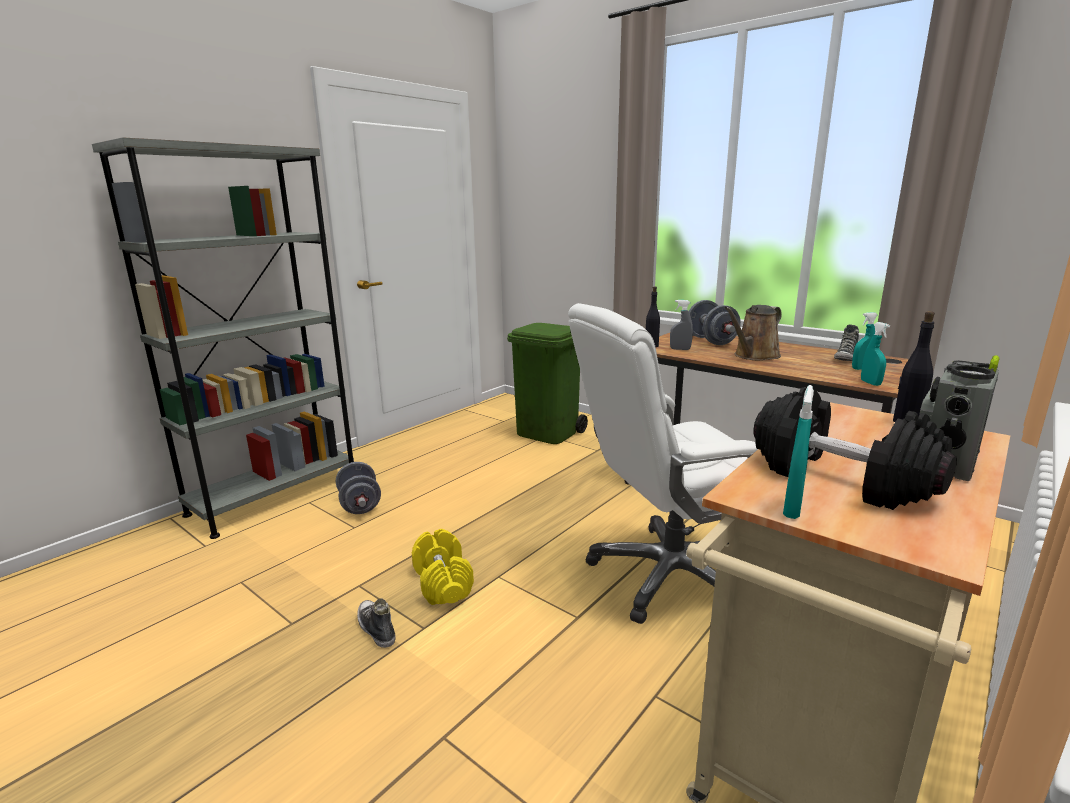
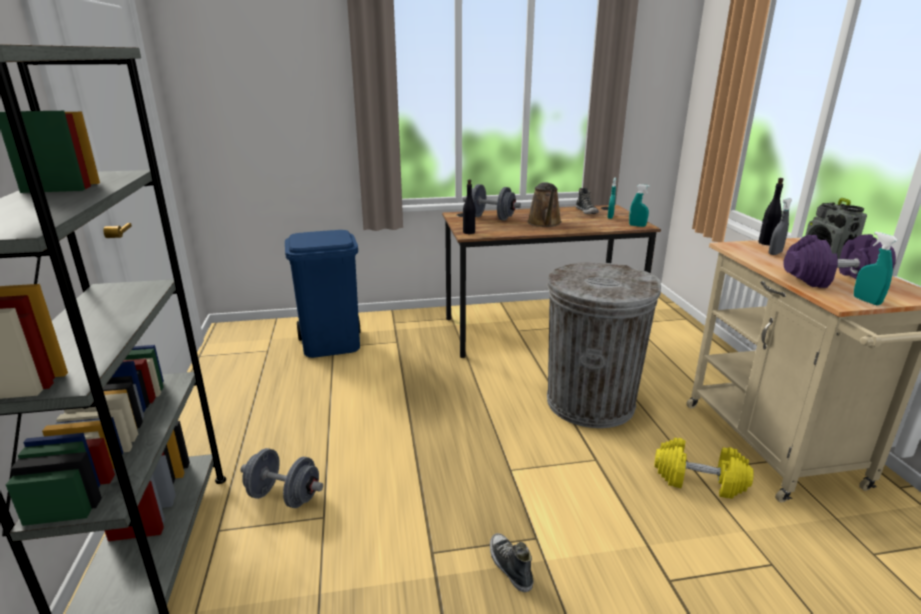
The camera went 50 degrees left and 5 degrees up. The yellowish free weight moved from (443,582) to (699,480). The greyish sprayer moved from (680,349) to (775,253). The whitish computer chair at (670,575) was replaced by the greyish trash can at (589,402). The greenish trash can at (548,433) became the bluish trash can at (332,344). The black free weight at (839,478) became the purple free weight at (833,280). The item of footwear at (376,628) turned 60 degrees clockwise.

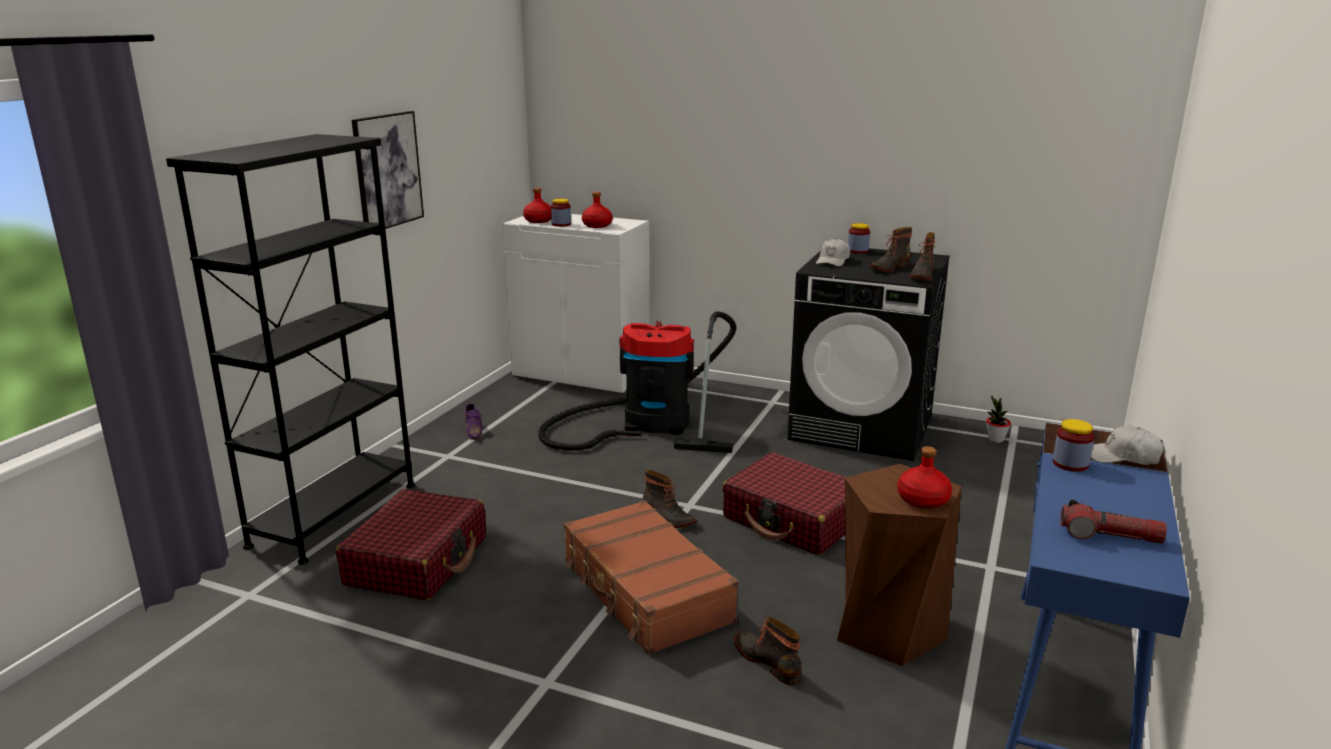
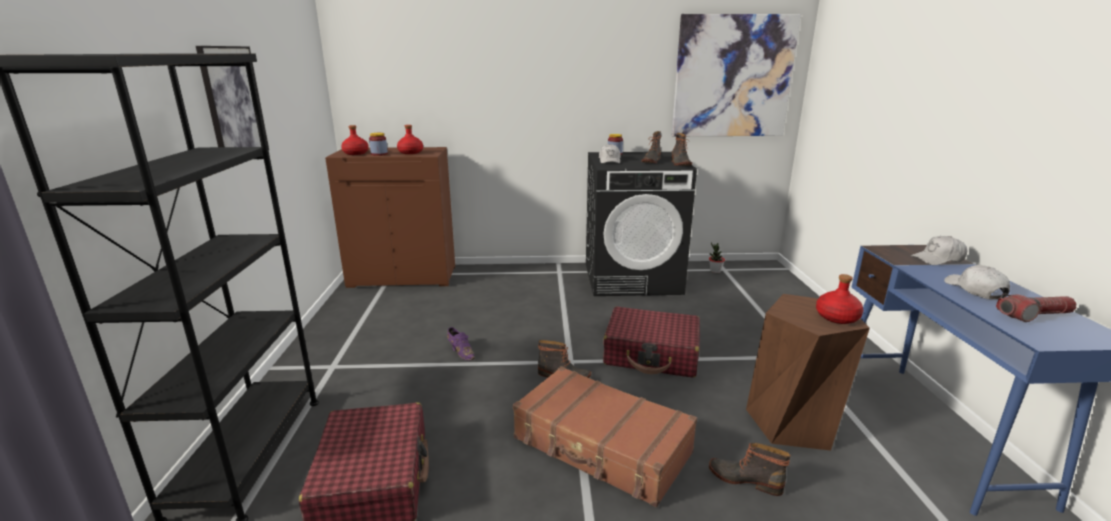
The camera went 25 degrees left and 0 degrees up. The vacuum at (648,424) disappeared. The storage jar at (1070,464) disappeared. The picture at (732,77) appeared. The whitish peaked cap at (974,290) appeared. The purple item of footwear moved from (474,431) to (461,352). The whitish cupboard at (582,375) became the brownish cupboard at (403,276).

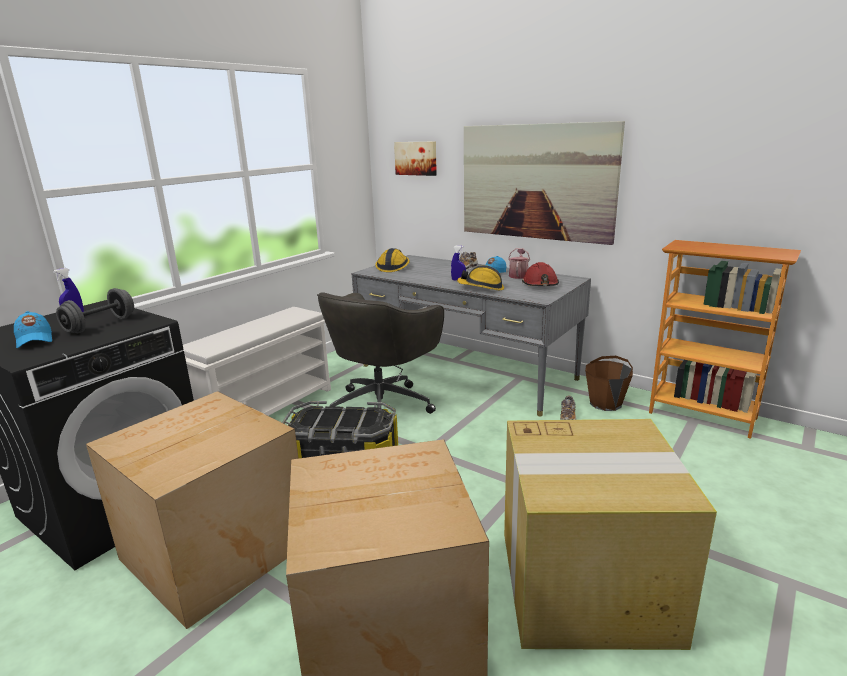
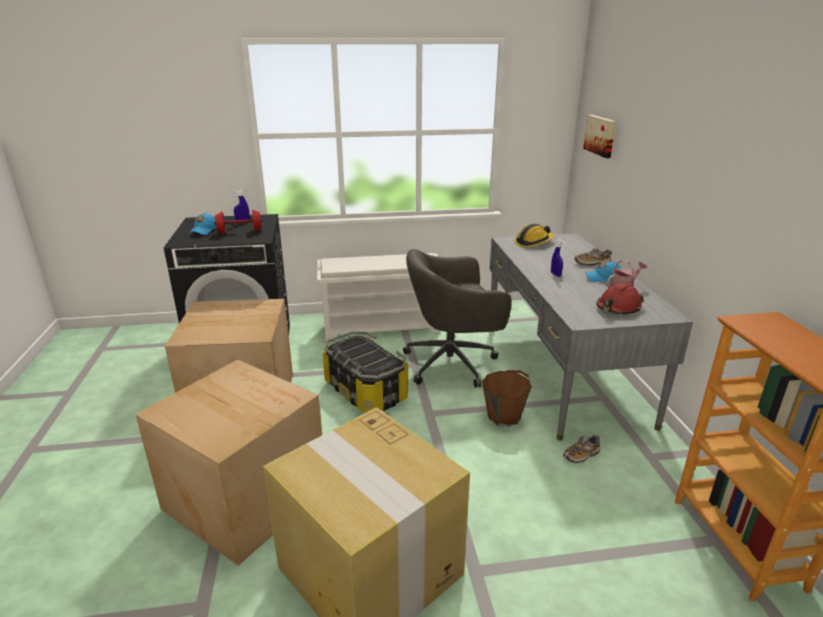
The camera went 45 degrees right and 5 degrees up. The work helmet at (481,288) disappeared. The picture at (536,182) disappeared. The brownish pail moved from (605,403) to (504,416). The greyish free weight at (100,325) became the red free weight at (240,231).

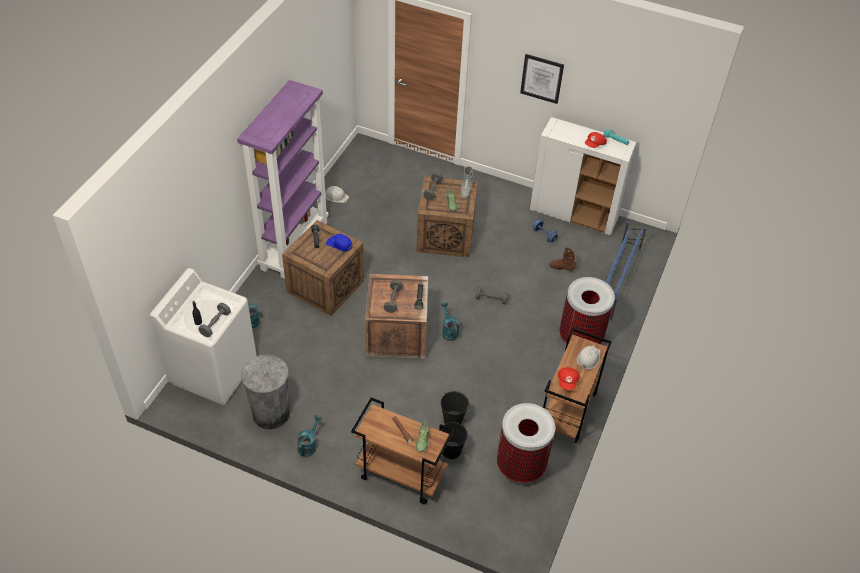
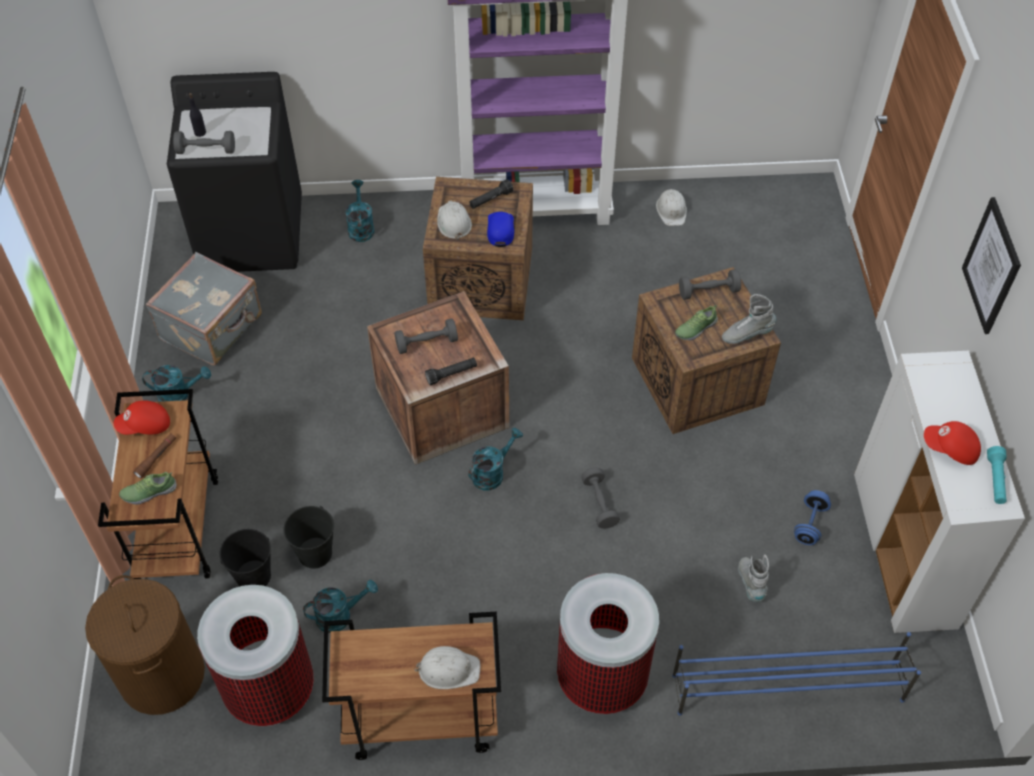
The camera went 65 degrees right and 5 degrees up. The brownish hamper at (161,675) appeared. The blue-green watering pot at (340,615) appeared. The whitish work helmet at (453,222) appeared. The red peaked cap moved from (567,381) to (145,426). The greyish trash can at (271,413) was replaced by the greyish piece of luggage at (213,328). The whitish washing machine at (214,371) became the black washing machine at (252,235). The brownish boot at (562,268) became the greyish boot at (751,583).

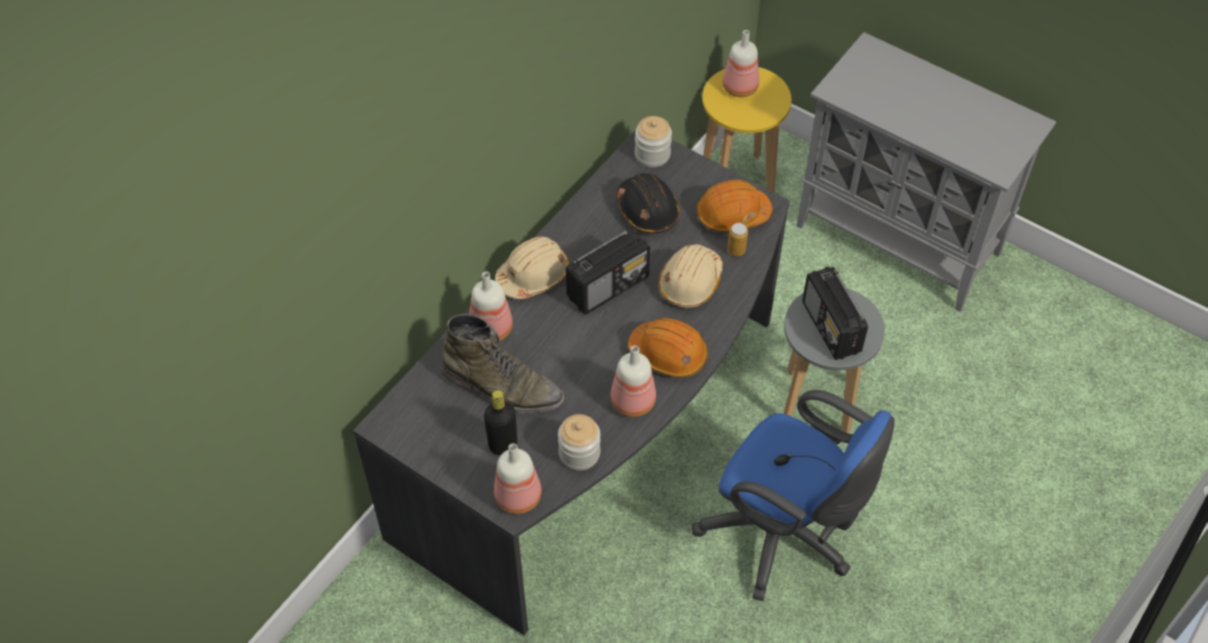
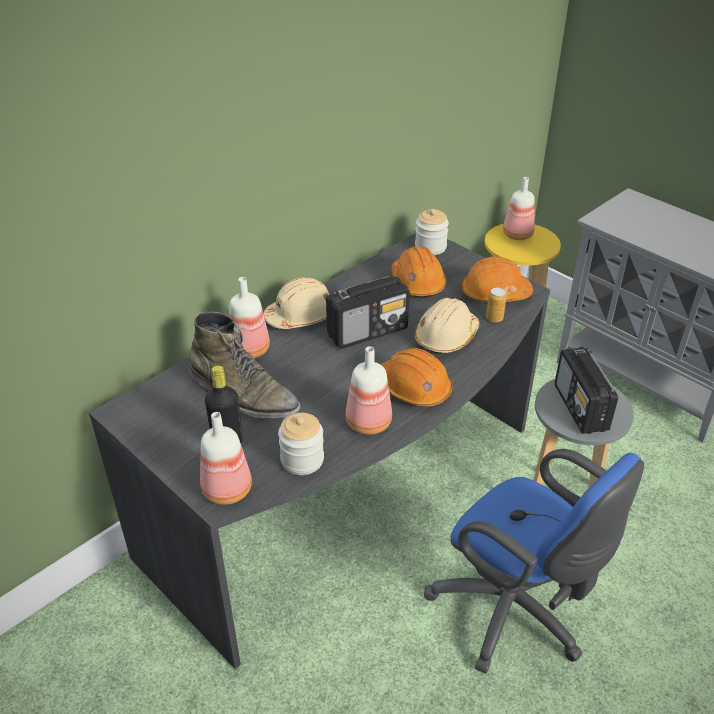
The camera went 10 degrees right and 15 degrees down. The black work helmet at (647,210) became the orangey work helmet at (417,283).

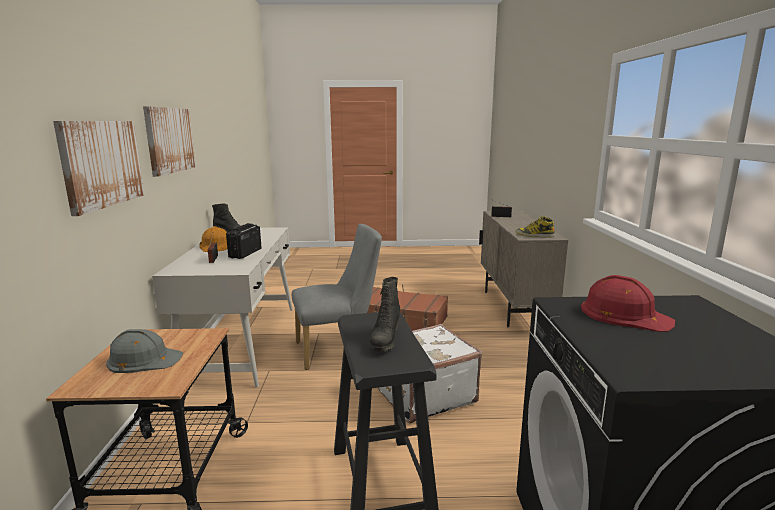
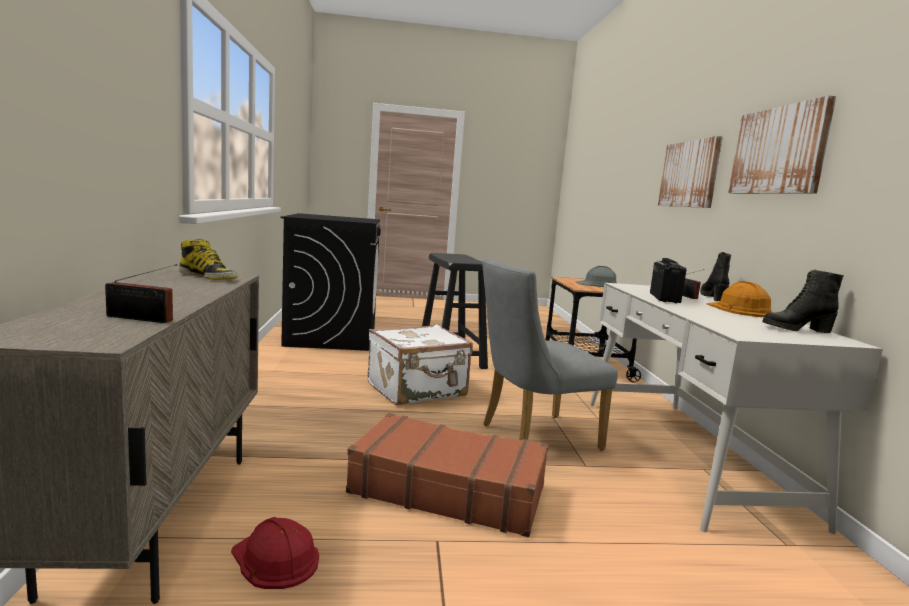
The camera went 175 degrees right and 5 degrees down. The black boot moved from (385,340) to (713,297). The red work helmet moved from (624,314) to (275,559).

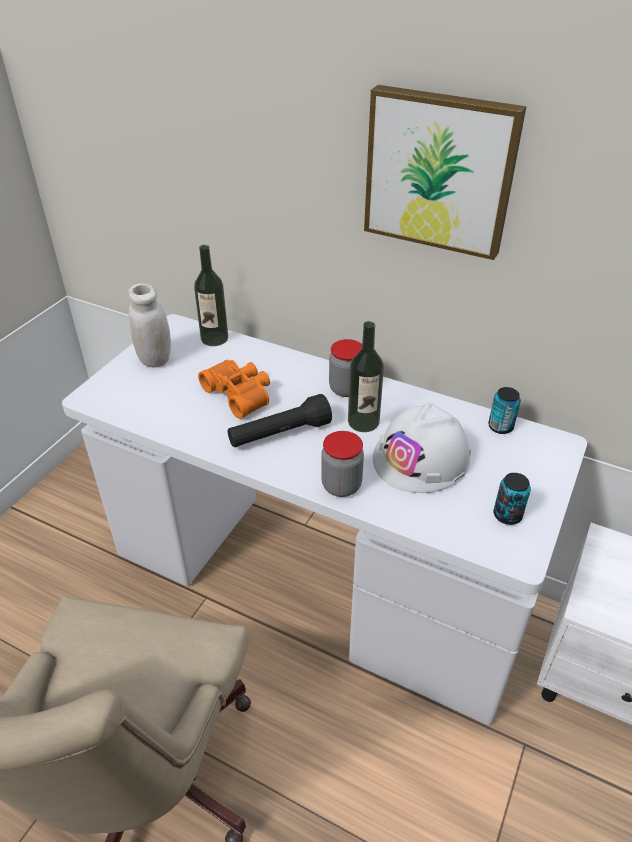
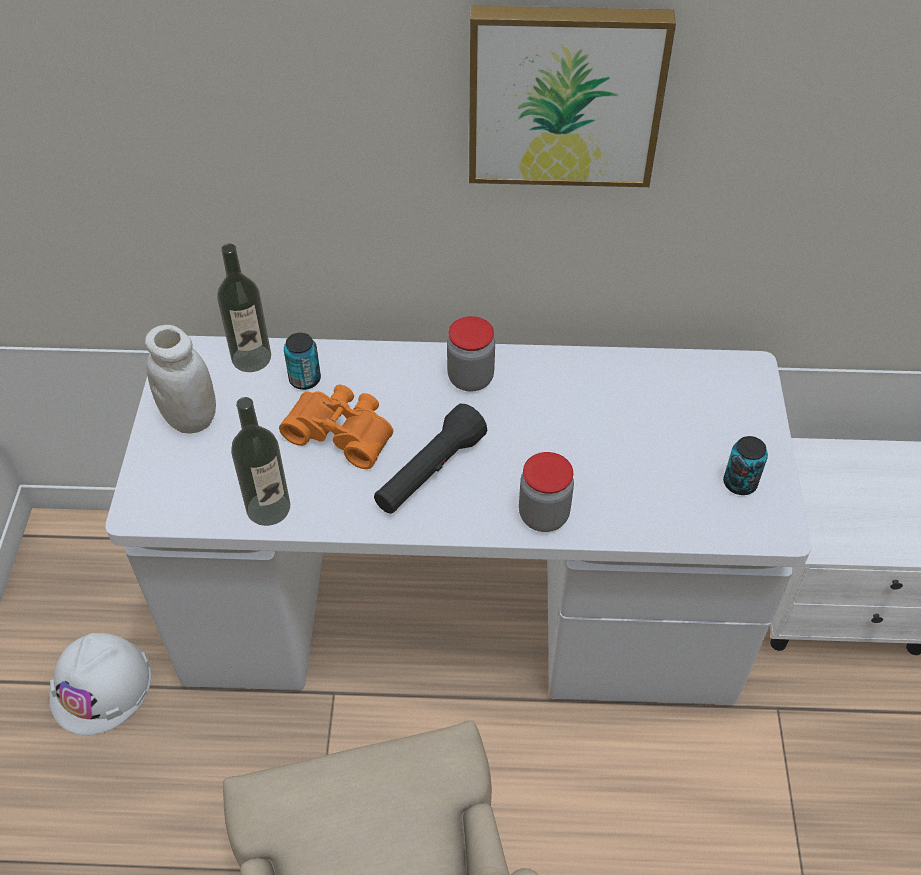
The camera went 25 degrees left and 10 degrees up. The beverage bottle moved from (363,422) to (268,508). The whitish work helmet moved from (421,458) to (101,686). The sealed can moved from (500,427) to (305,379).

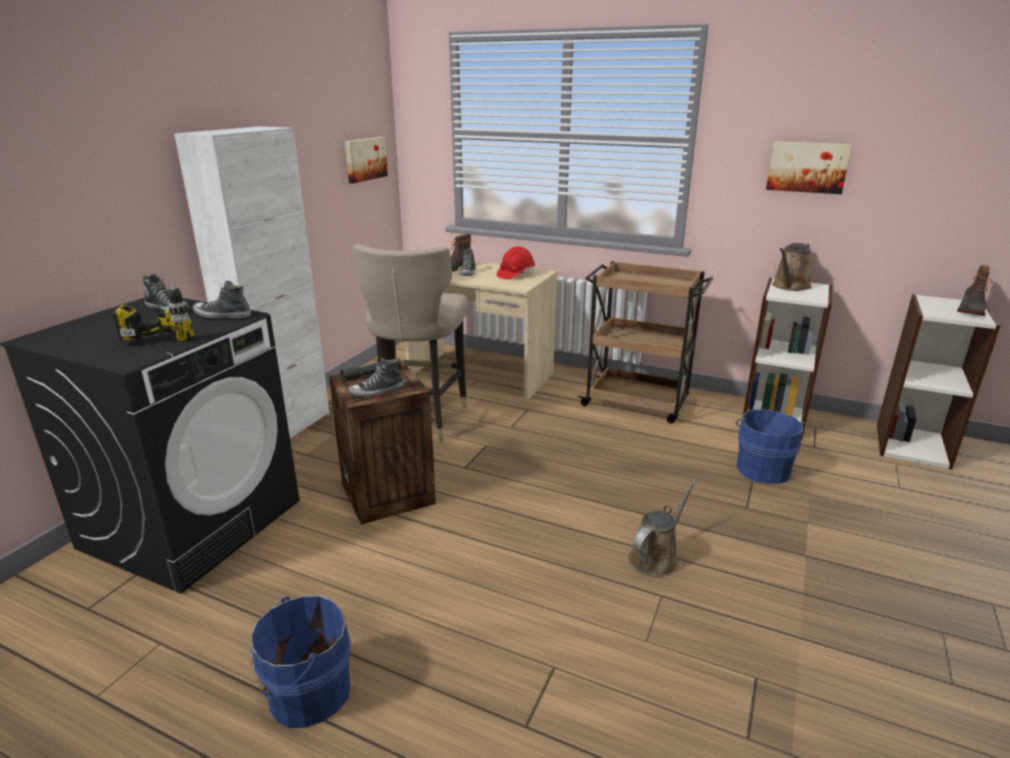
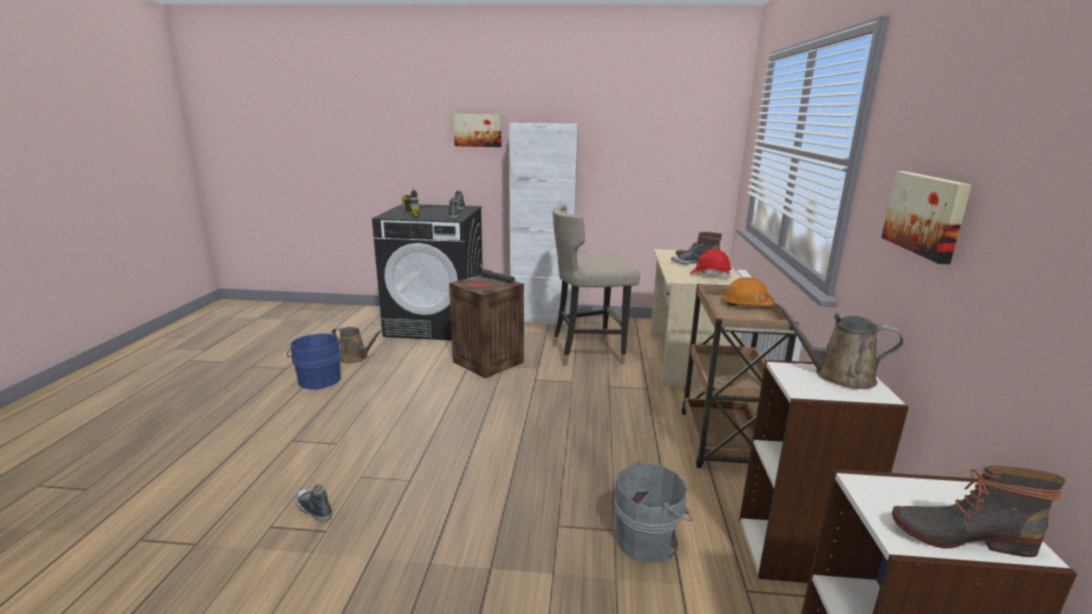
The camera went 70 degrees right and 5 degrees down. The orangey work helmet at (747,305) appeared. The picture moved from (365,159) to (478,130). The item of footwear moved from (377,391) to (313,509). The brownish watering pot moved from (656,557) to (355,358). The bluish pail at (762,468) became the greyish pail at (649,538).

